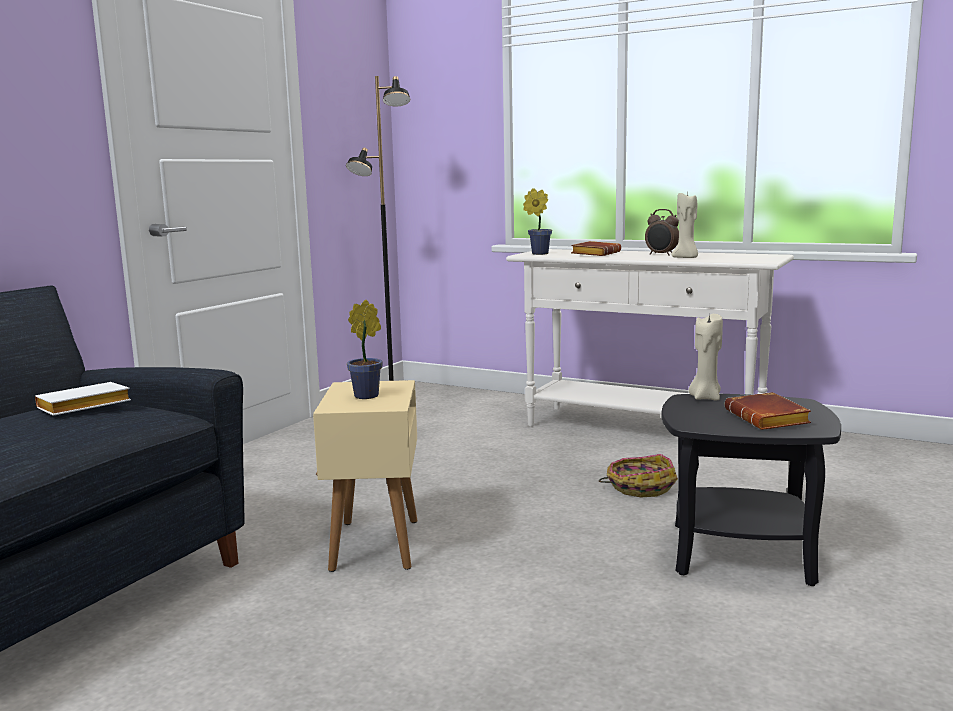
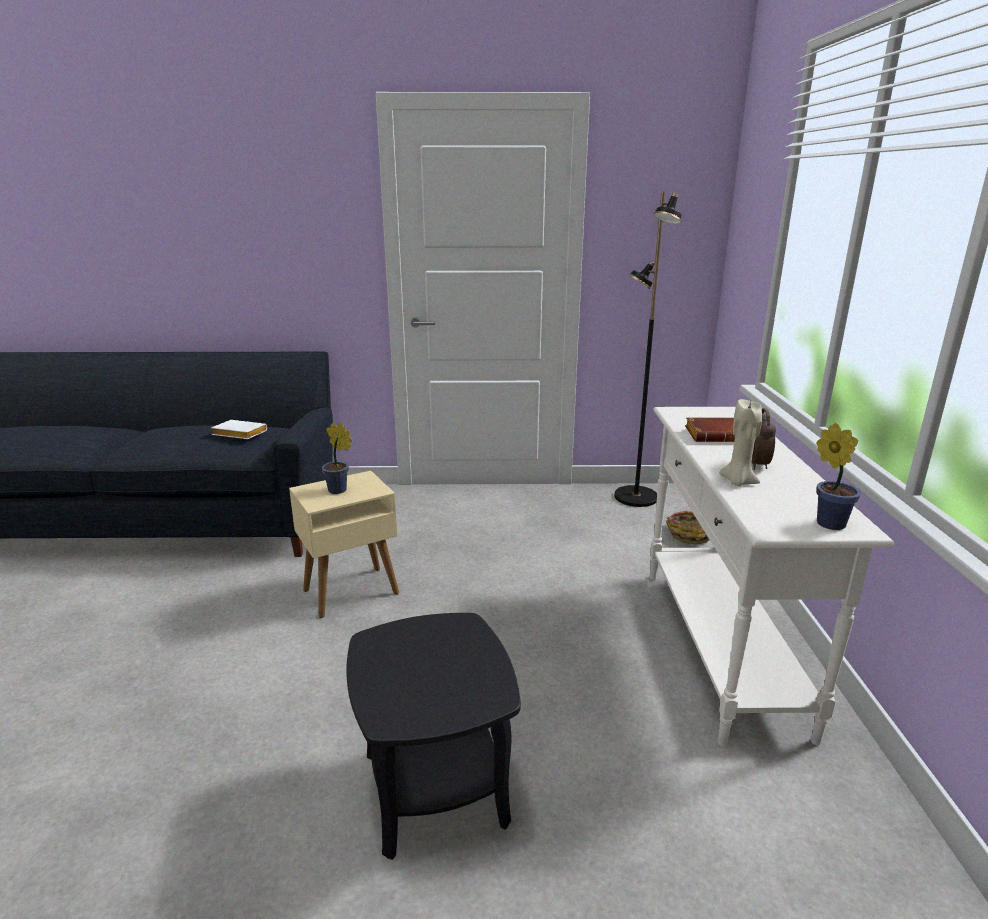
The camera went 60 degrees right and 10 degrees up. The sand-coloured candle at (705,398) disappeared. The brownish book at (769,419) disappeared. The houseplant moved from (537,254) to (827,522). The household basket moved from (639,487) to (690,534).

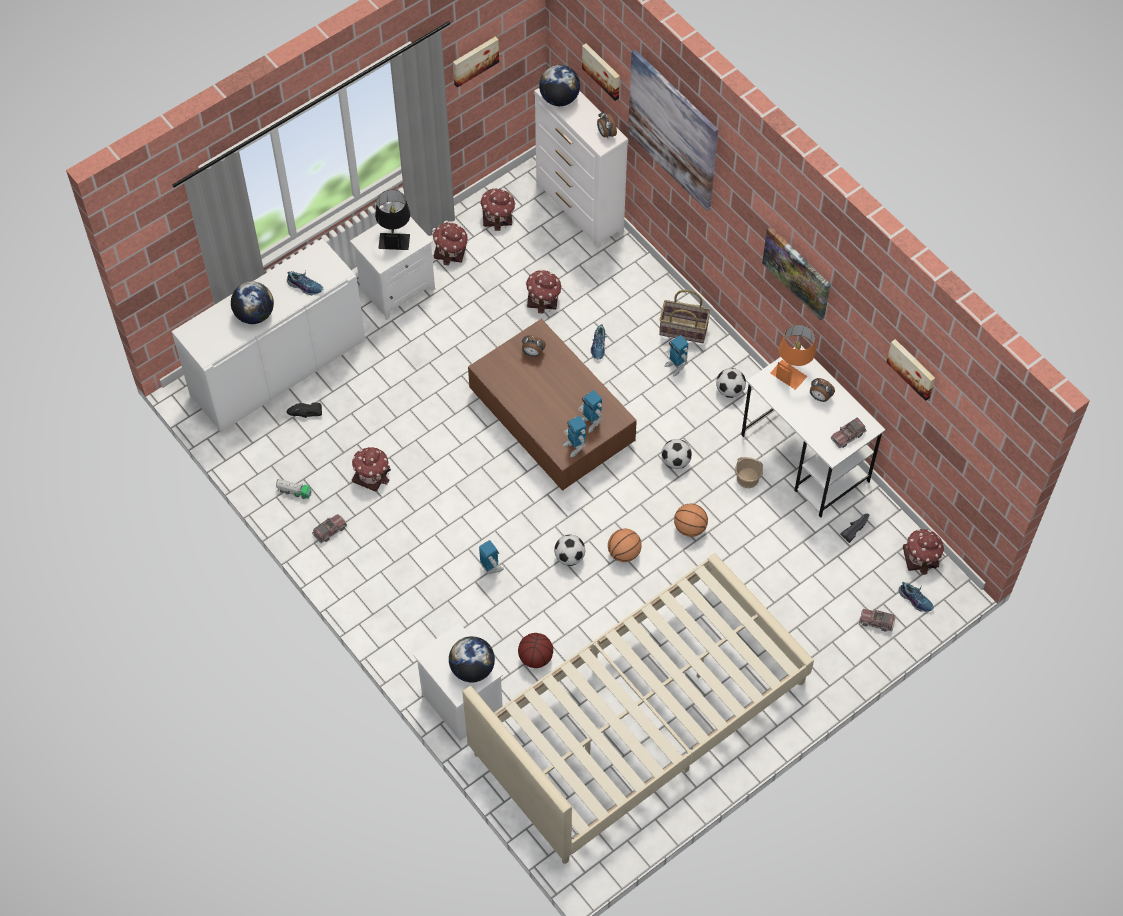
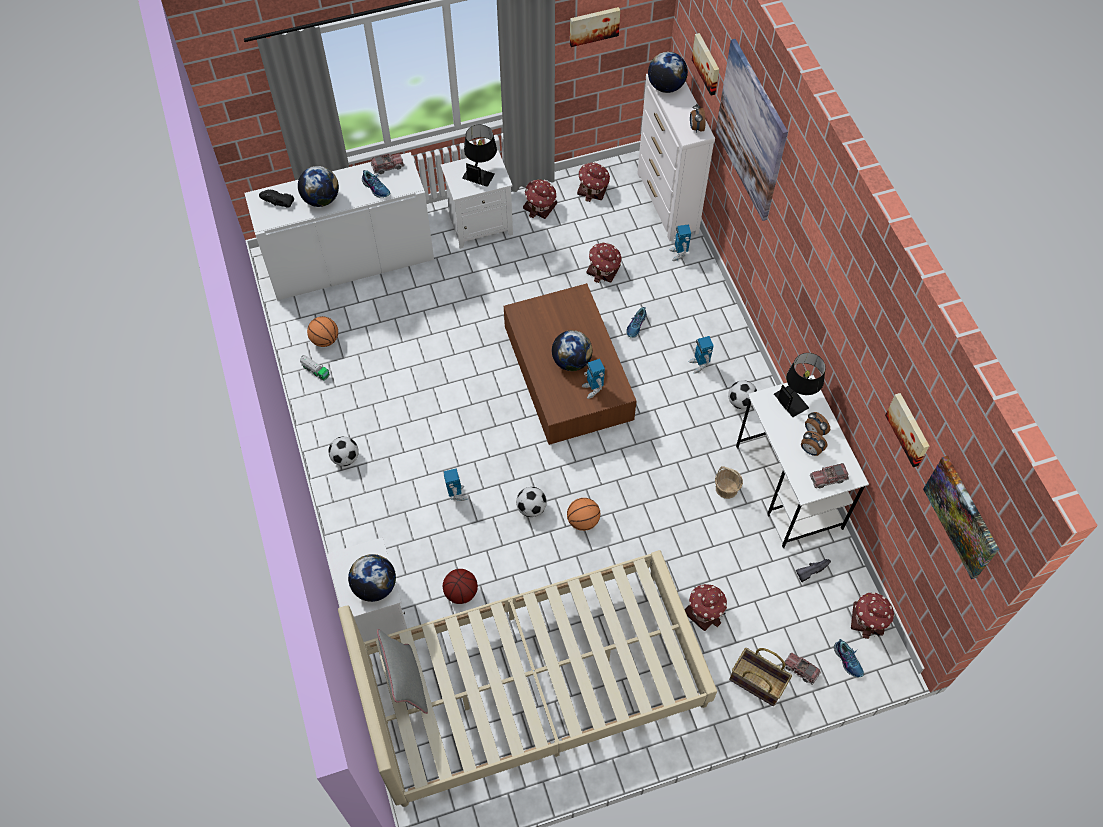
The camera went 20 degrees right and 0 degrees up. The greyish throw pillow at (406,683) appeared. The globe at (571,361) appeared. The black item of footwear moved from (306,415) to (277,204). The toy lorry moved from (330,530) to (387,166). The toy house moved from (371,474) to (705,611). The bedside clock moved from (532,353) to (810,450). The model robot moved from (574,447) to (678,254). The household basket moved from (683,330) to (756,682). The ball for football moved from (675,461) to (345,458). The basketball moved from (690,528) to (325,340). The picture moved from (797,272) to (962,516). The orangey tabletop lamp at (792,369) became the black tabletop lamp at (797,397).

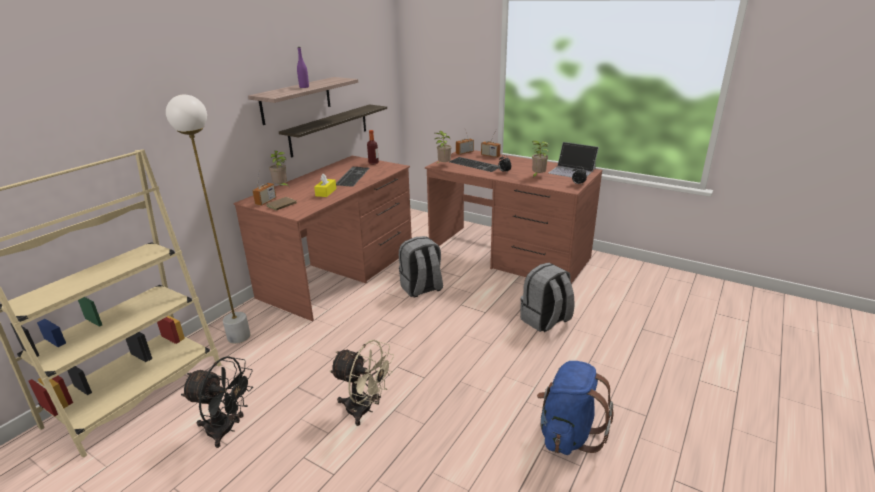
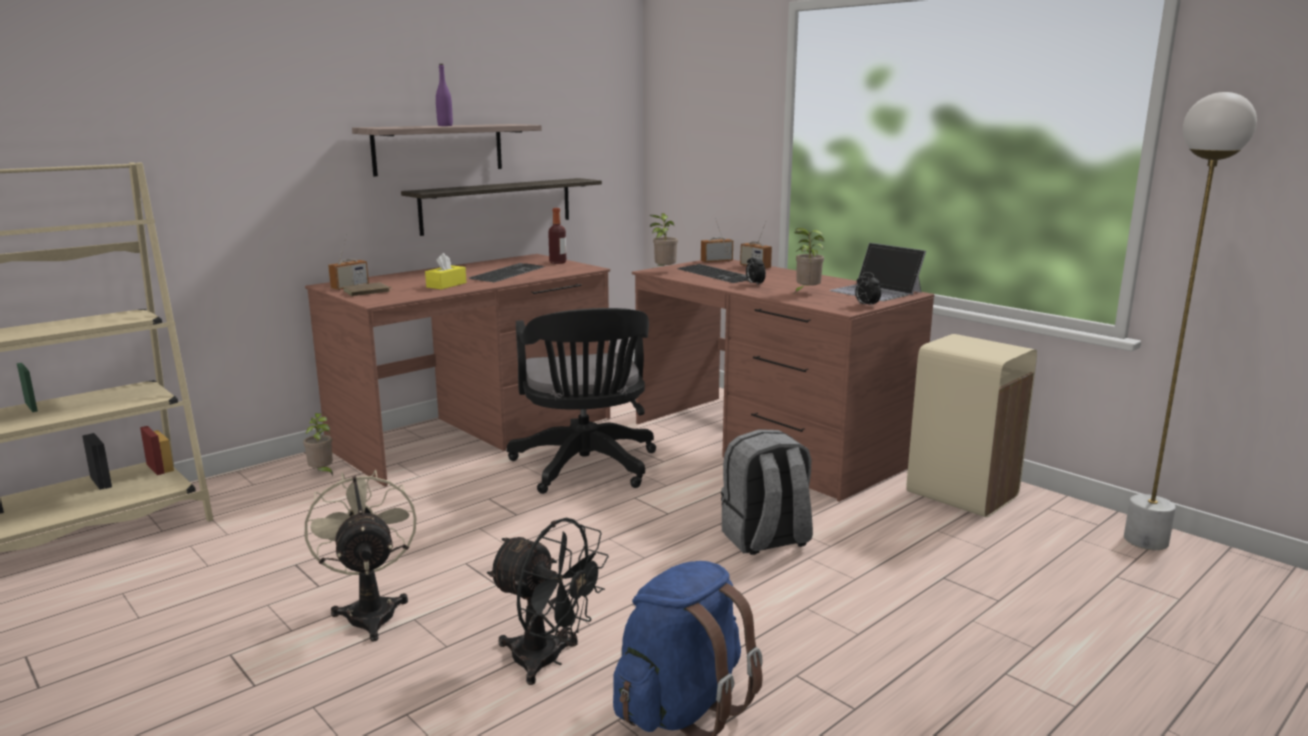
The camera went 15 degrees right and 10 degrees down. The sand-coloured trash can at (962,495) appeared. The whitish standard lamp moved from (239,337) to (1145,541). The black cooling fan moved from (227,430) to (548,660). The houseplant moved from (281,187) to (322,473). The greyish backpack at (421,289) was replaced by the black computer chair at (586,469). The sand-coloured cooling fan at (365,410) turned 150 degrees counterclockwise.

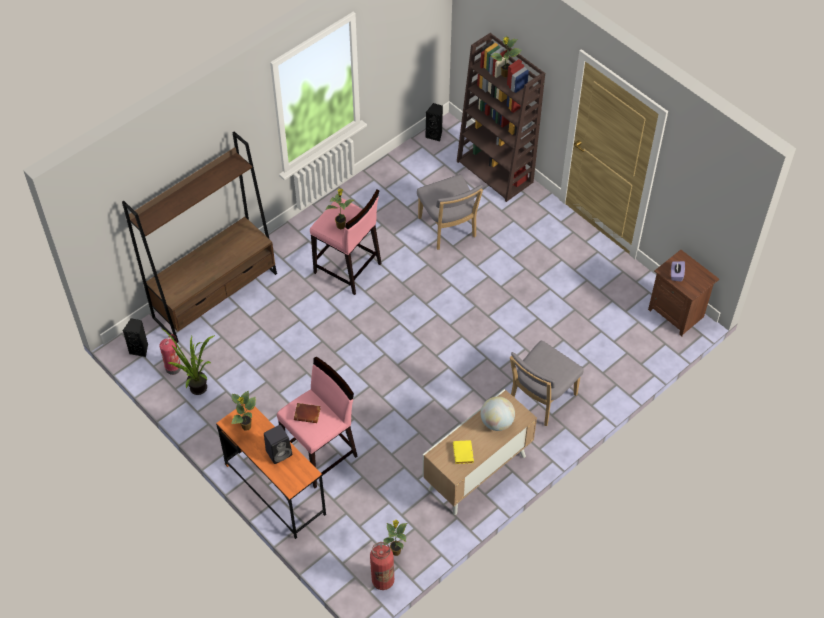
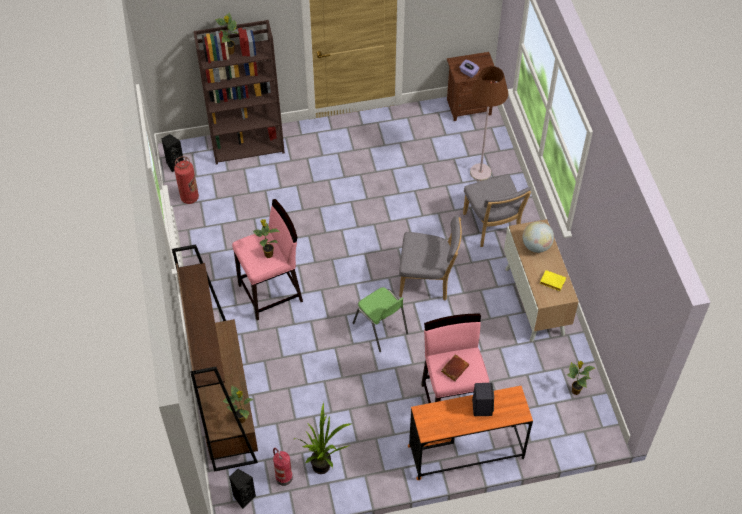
The camera went 60 degrees left and 0 degrees up. The greenish plain chair at (380,329) appeared. The brownish standard lamp at (480,172) appeared. The houseplant moved from (246,427) to (242,419). The fire-fighting cylinder moved from (383,580) to (189,198). The greyish plain chair moved from (448,229) to (427,281).

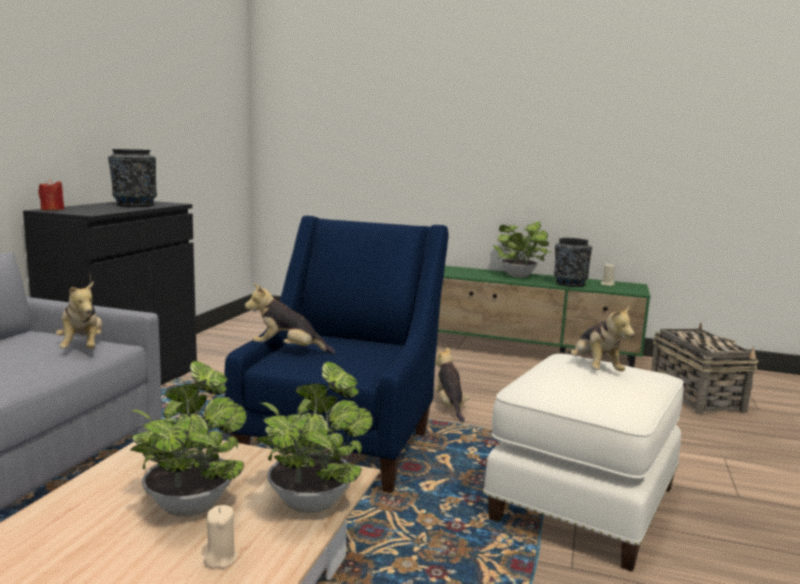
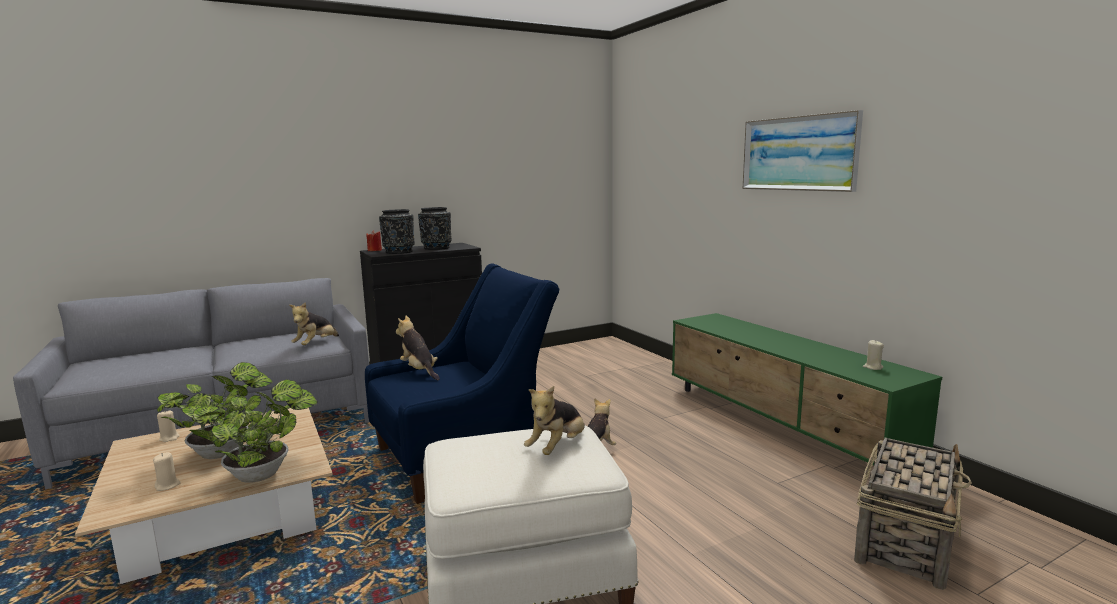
The camera went 45 degrees right and 0 degrees up. The houseplant at (520,276) disappeared. The sand-coloured candle at (169,438) appeared. The picture at (798,153) appeared. The black flower vase moved from (569,284) to (398,252).

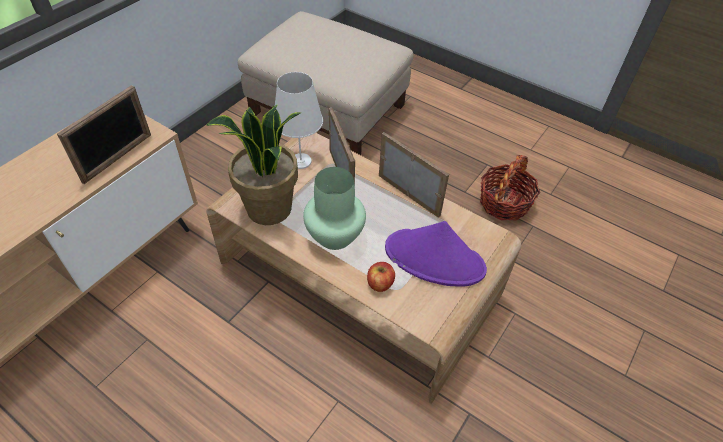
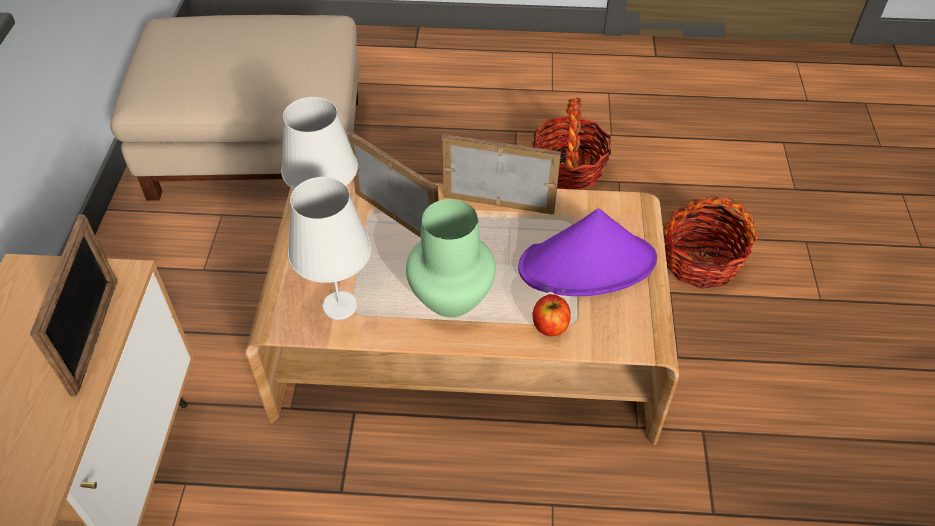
The camera went 30 degrees left and 0 degrees up. The household basket at (700,261) appeared. The houseplant at (269,209) was replaced by the whitish tabletop lamp at (340,306).

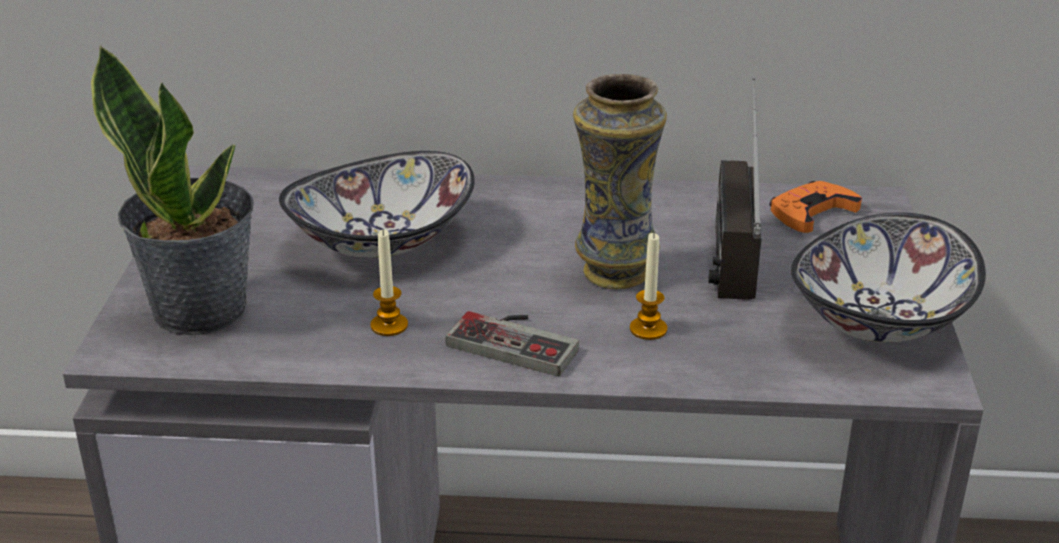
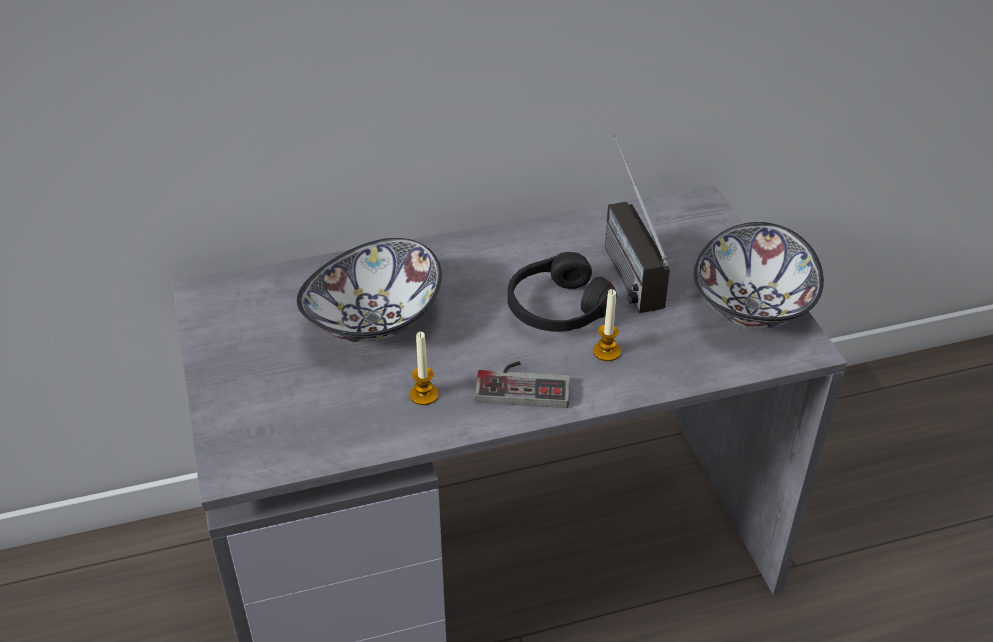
The camera went 20 degrees left and 10 degrees up. The houseplant at (201,308) disappeared. The orangey gamepad at (811,212) disappeared. The flower vase at (614,272) was replaced by the black headphones at (557,308).

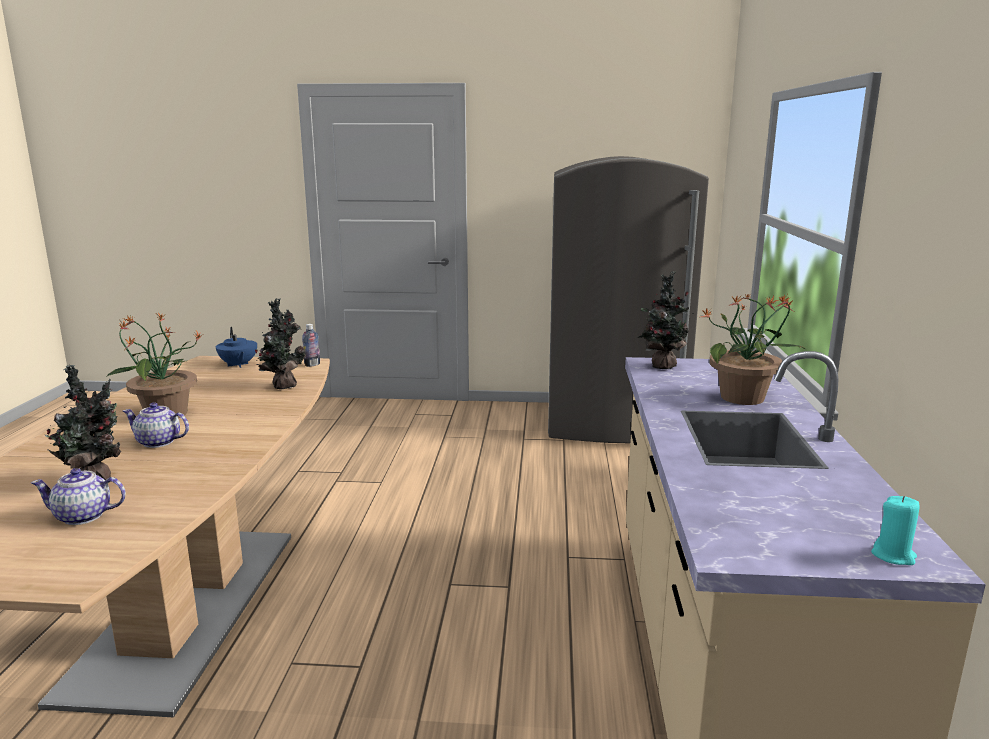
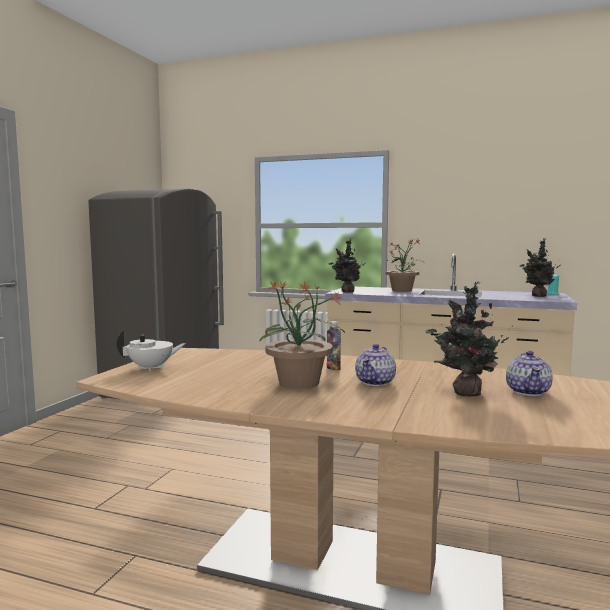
The camera went 75 degrees left and 10 degrees down. The houseplant moved from (283,386) to (538,296). The beverage bottle moved from (312,364) to (333,368). The bluish tea pot at (238,365) became the whitish tea pot at (151,368).

